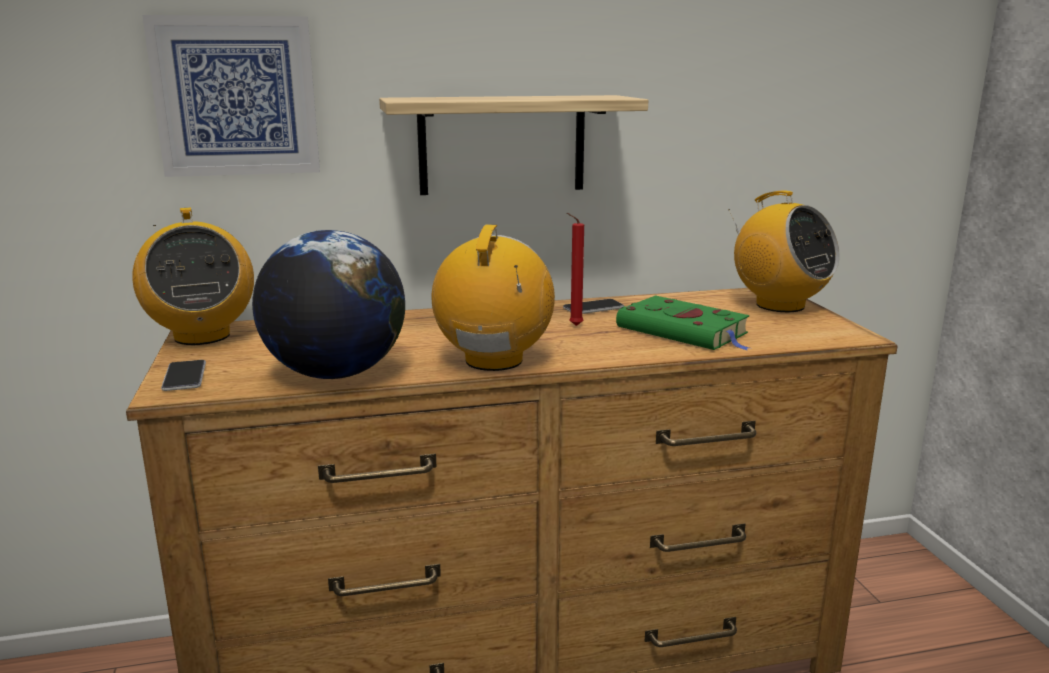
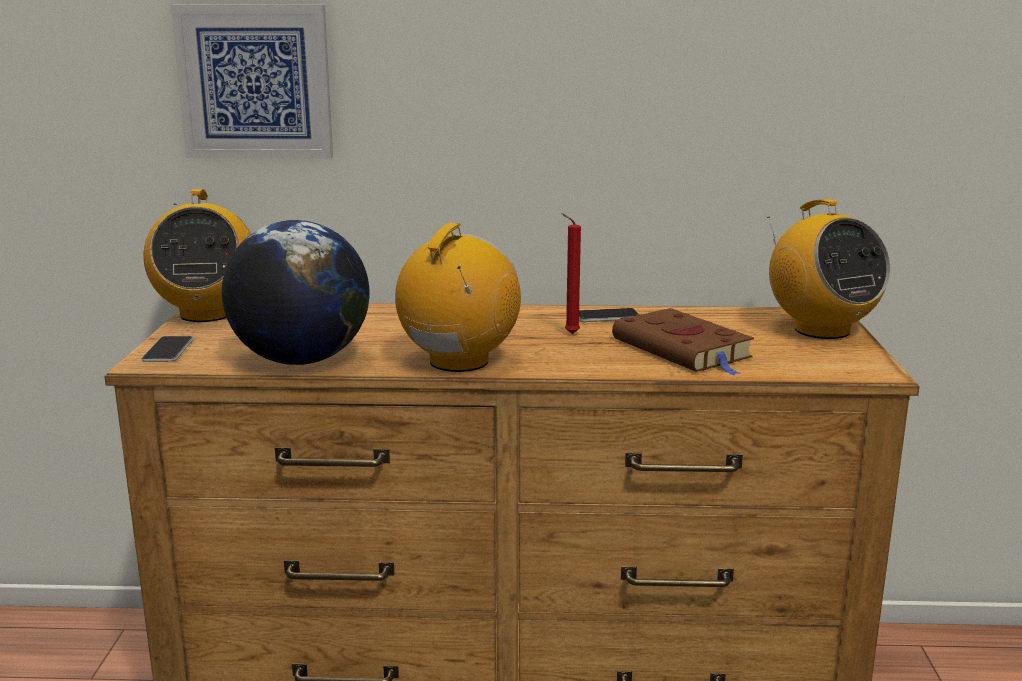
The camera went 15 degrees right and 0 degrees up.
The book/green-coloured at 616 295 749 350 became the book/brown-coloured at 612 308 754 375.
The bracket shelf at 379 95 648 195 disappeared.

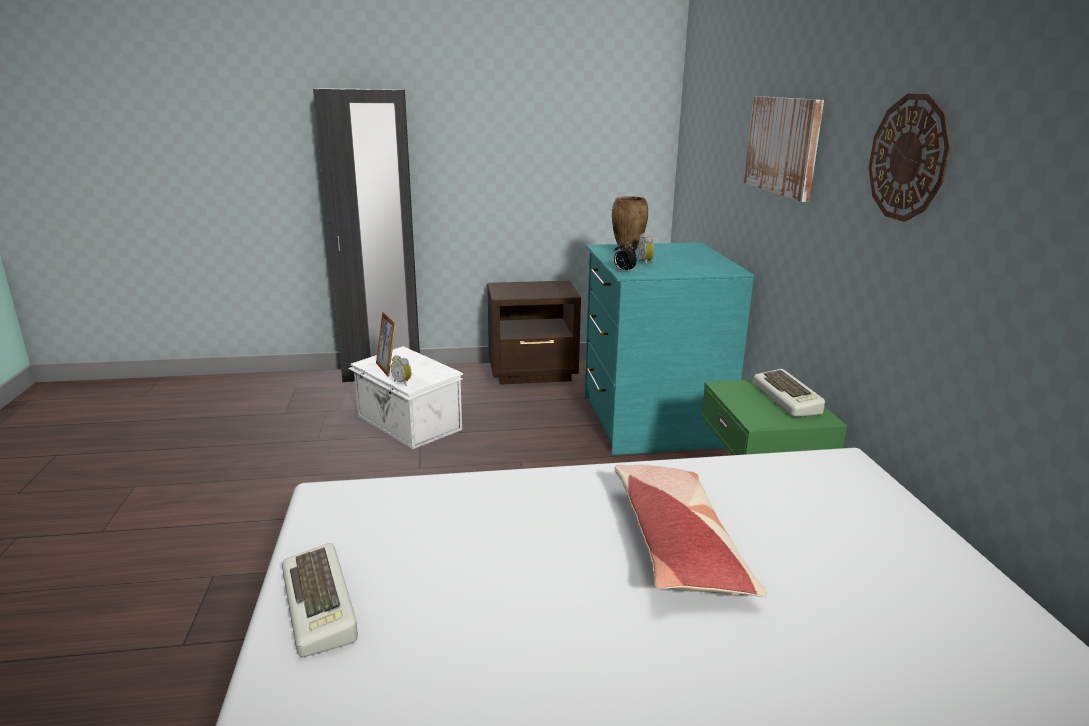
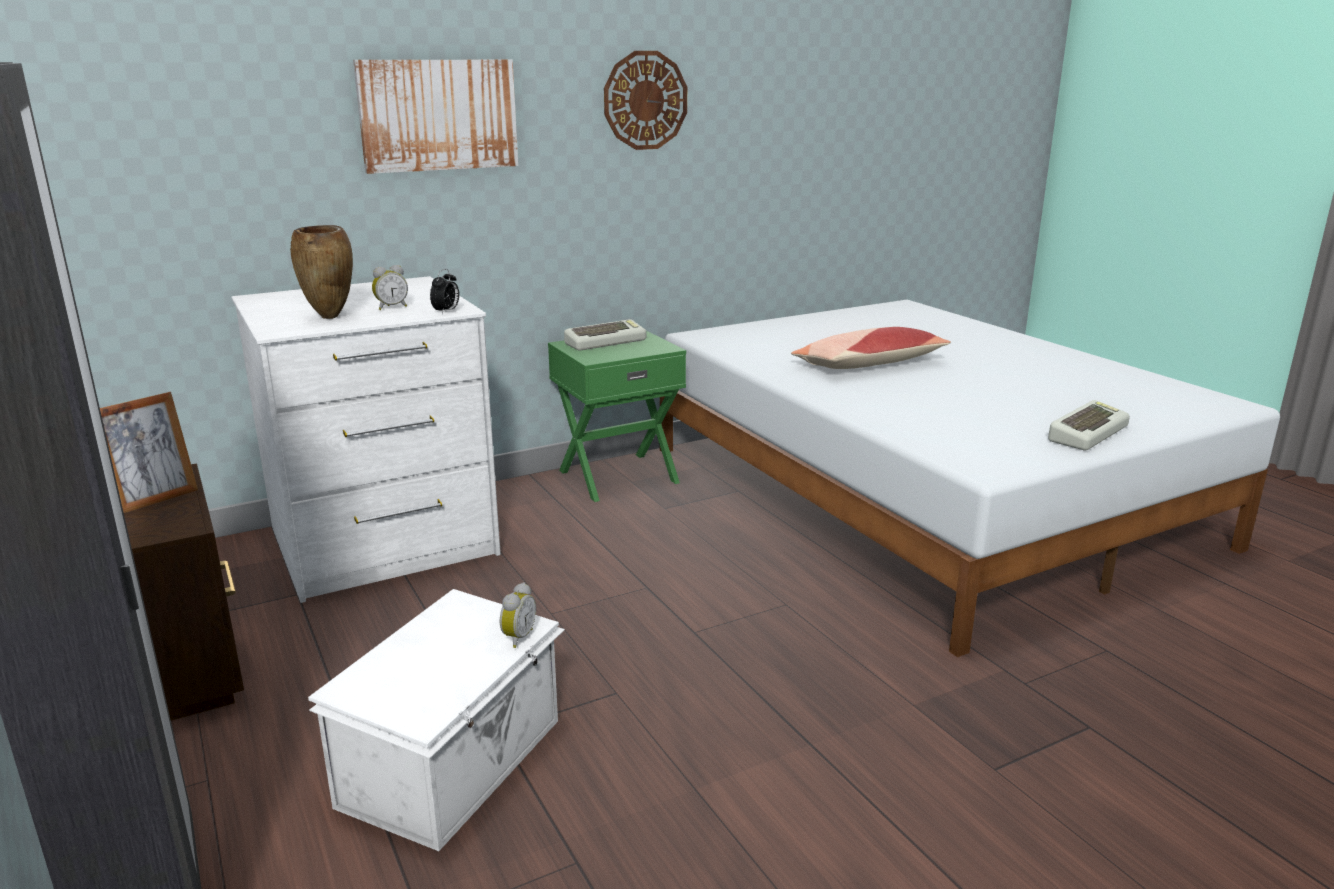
The camera went 110 degrees left and 0 degrees up.
The picture frame moved from 376 312 396 377 to 100 392 198 513.
The drawer chest/turquoise-coloured at 585 242 754 455 became the drawer chest/whitish at 231 276 501 603.

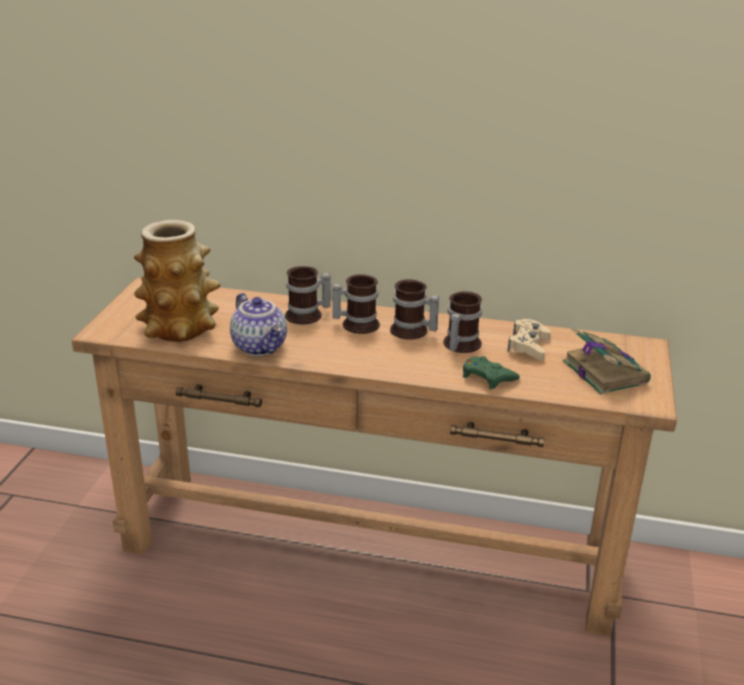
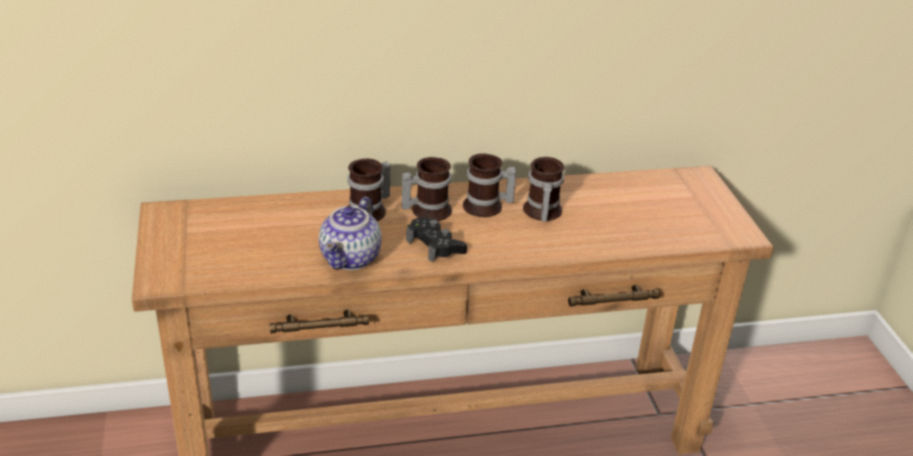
The camera went 25 degrees left and 5 degrees up.
The tea pot at 230 293 287 356 turned 75 degrees clockwise.
The game controller/blackish at 406 217 467 263 appeared.
The vase at 134 220 221 342 disappeared.
The game controller/green-coloured at 463 356 520 389 disappeared.
The game controller/beige at 507 319 551 361 disappeared.
The book at 563 328 651 395 disappeared.

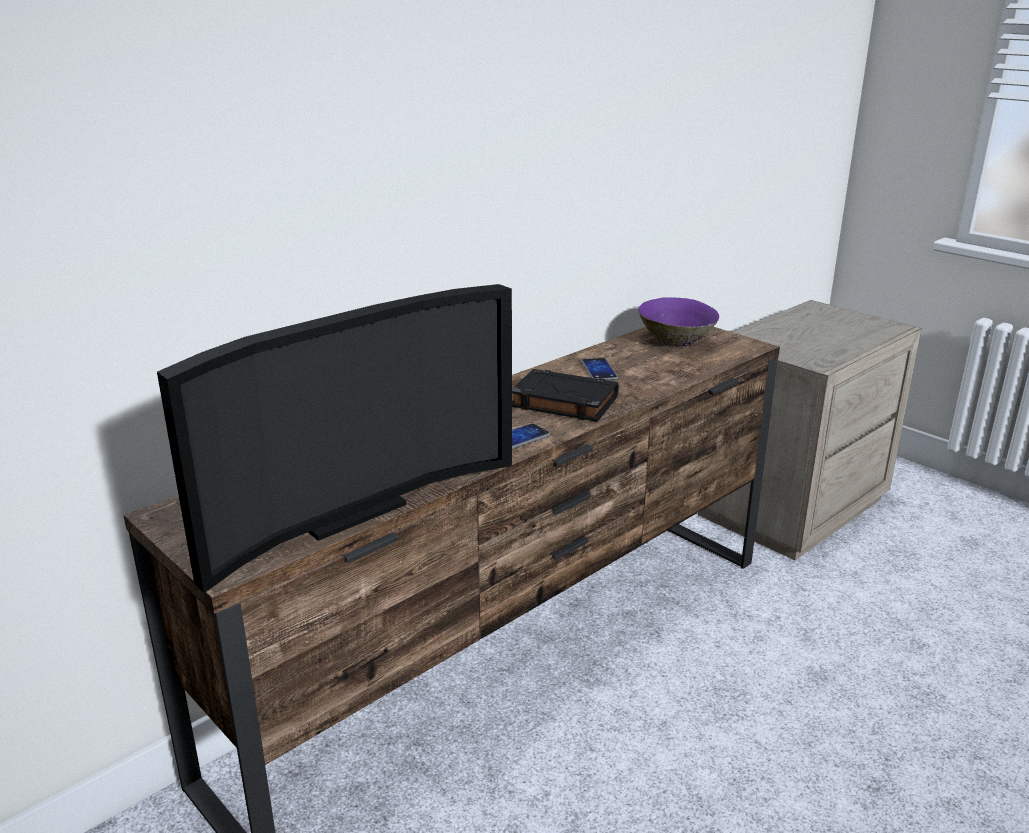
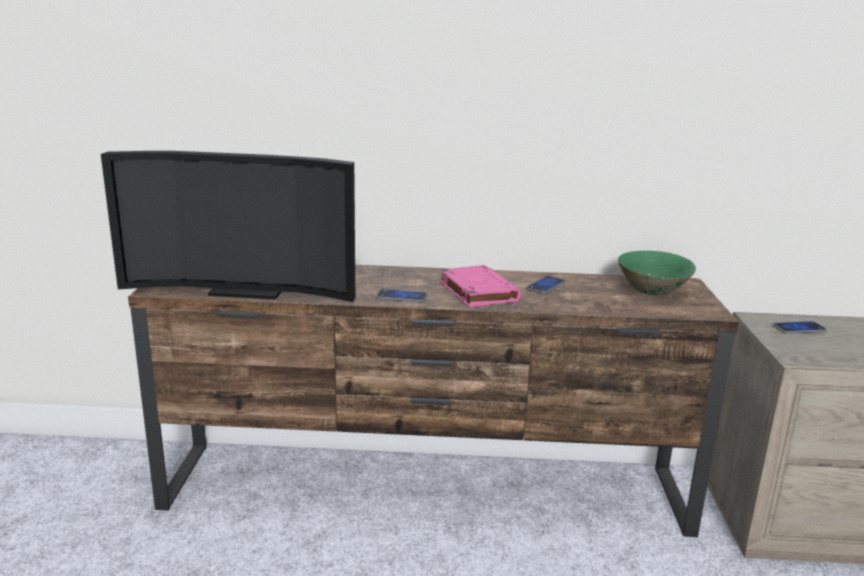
The camera went 45 degrees right and 5 degrees down.
The book/blackish at 512 369 619 422 became the book/pink at 440 265 521 307.
The serving bowl/purplish at 638 297 719 347 became the serving bowl/green-coloured at 618 251 696 296.
The phone at 773 321 827 334 appeared.

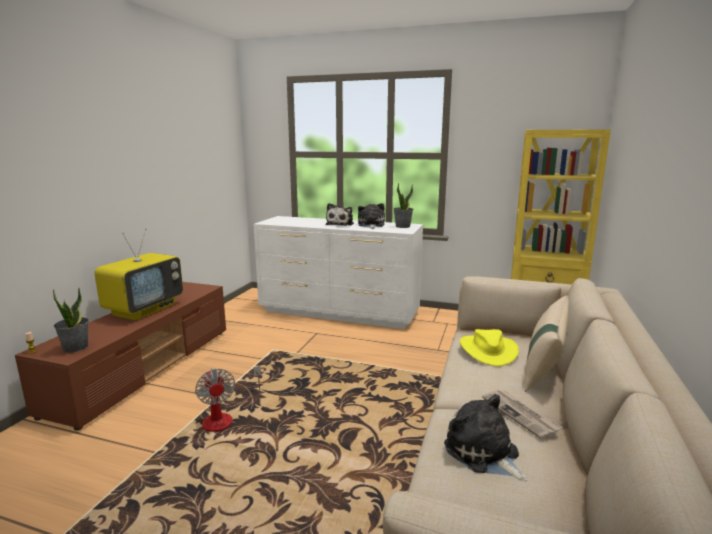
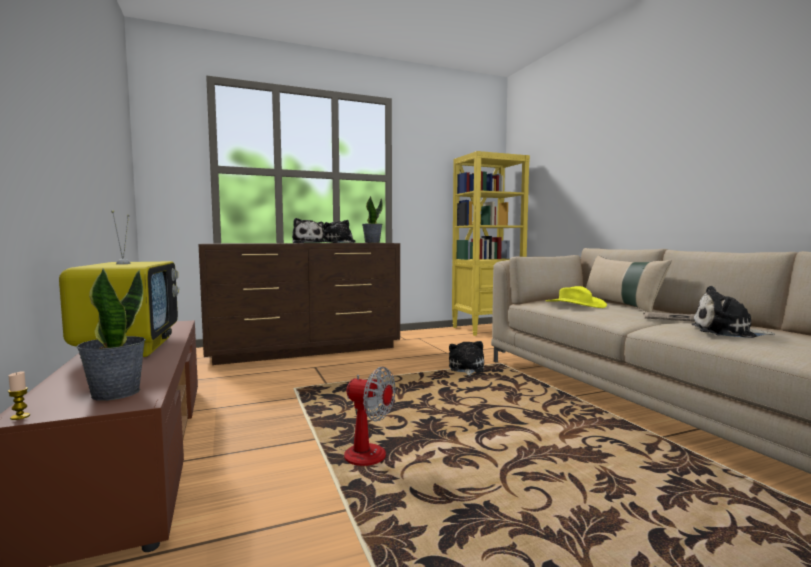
The camera went 40 degrees left and 10 degrees down.
The drawer chest/whitish at 254 216 423 329 became the drawer chest/brown-coloured at 199 243 400 365.
The cuddly toy at 449 341 484 376 appeared.

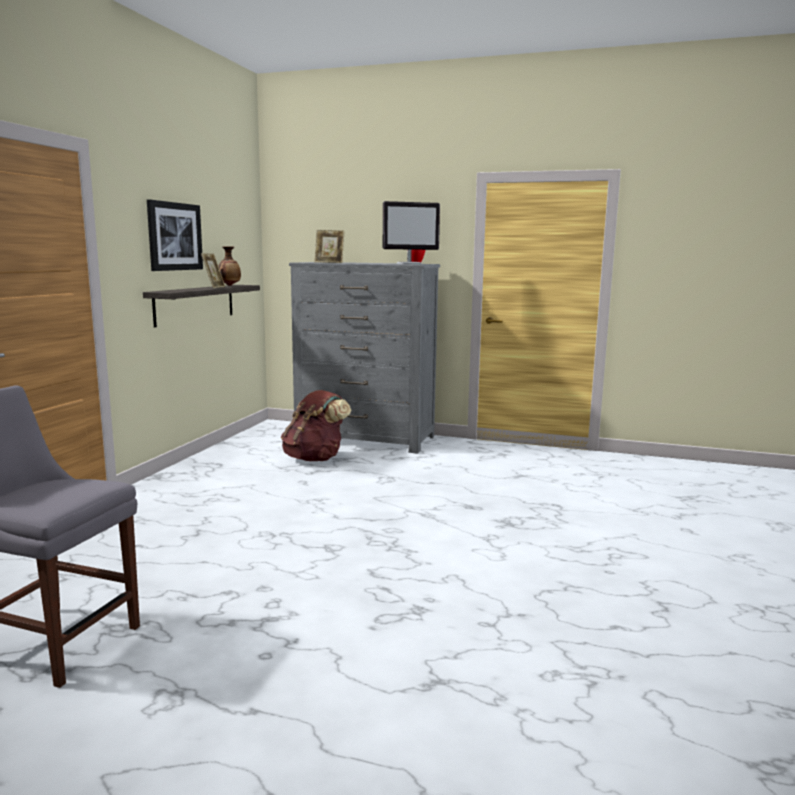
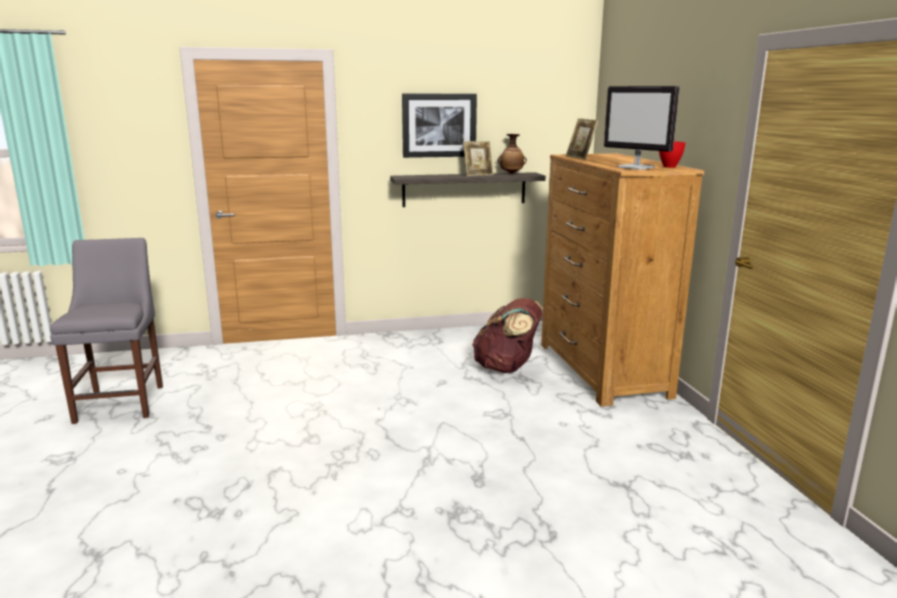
The camera went 60 degrees right and 5 degrees up.
The drawer chest/gray at 289 262 440 454 became the drawer chest/brown-coloured at 541 153 704 407.

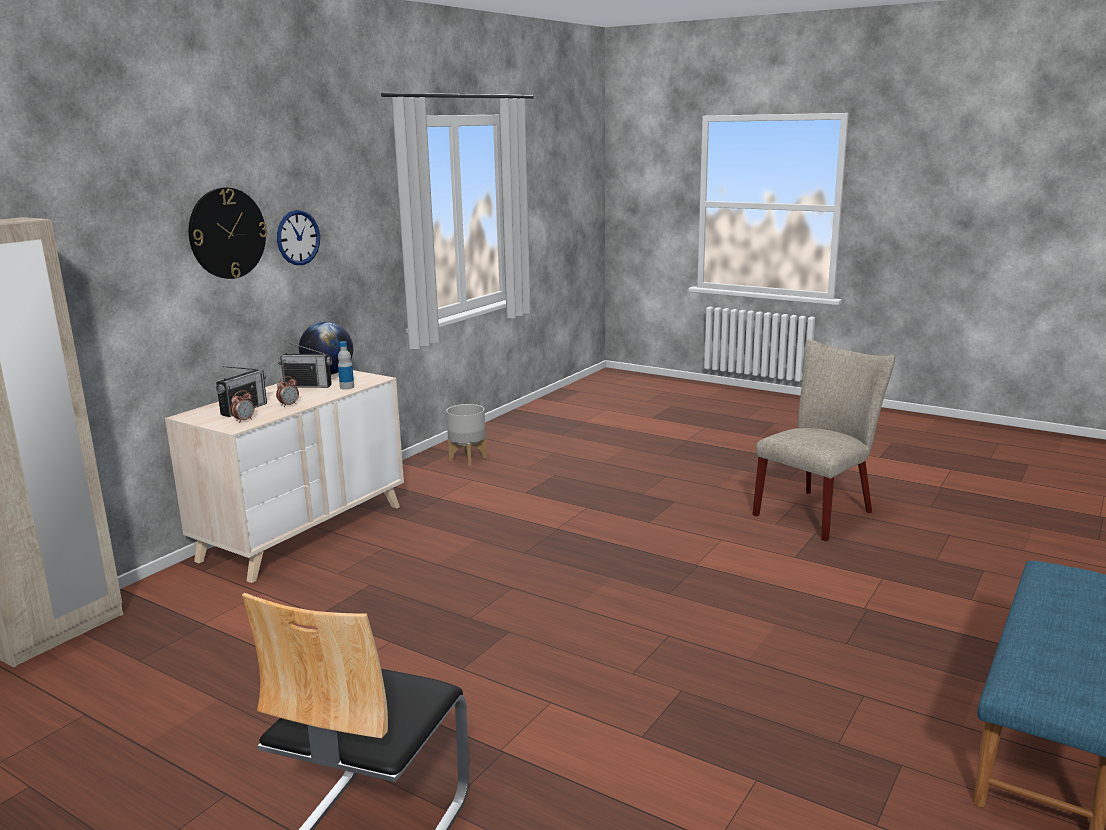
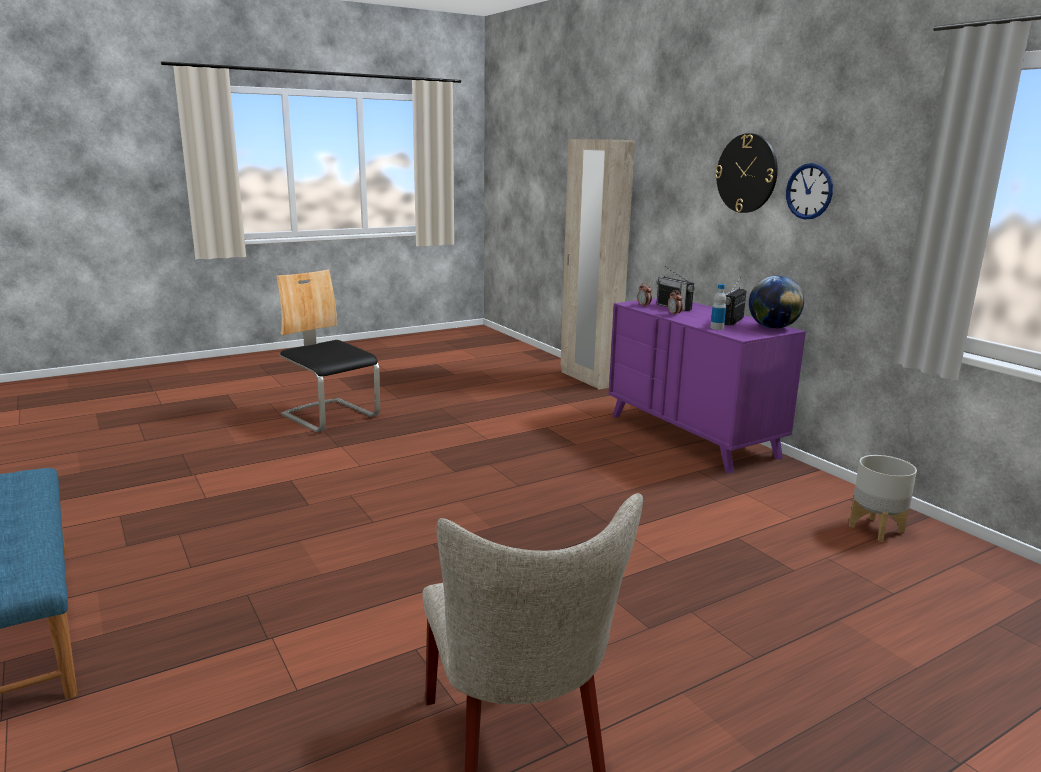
The camera went 115 degrees right and 0 degrees up.
The drawer chest/beige at 165 370 404 583 became the drawer chest/purplish at 609 298 806 474.

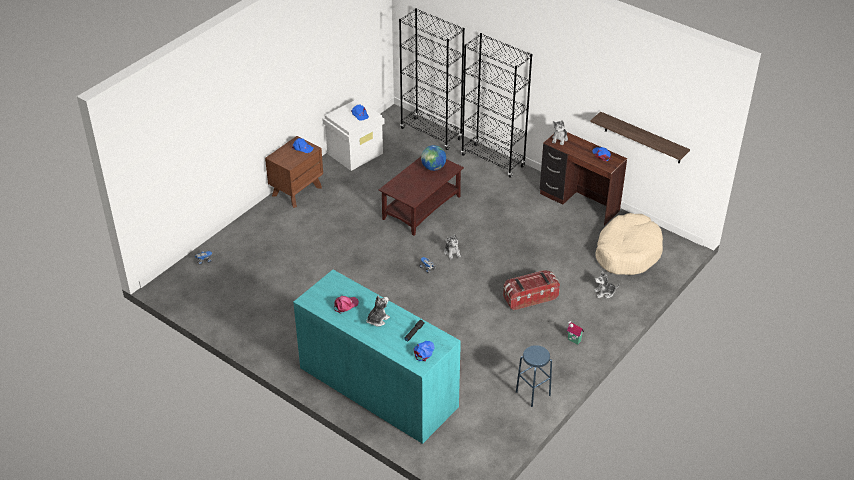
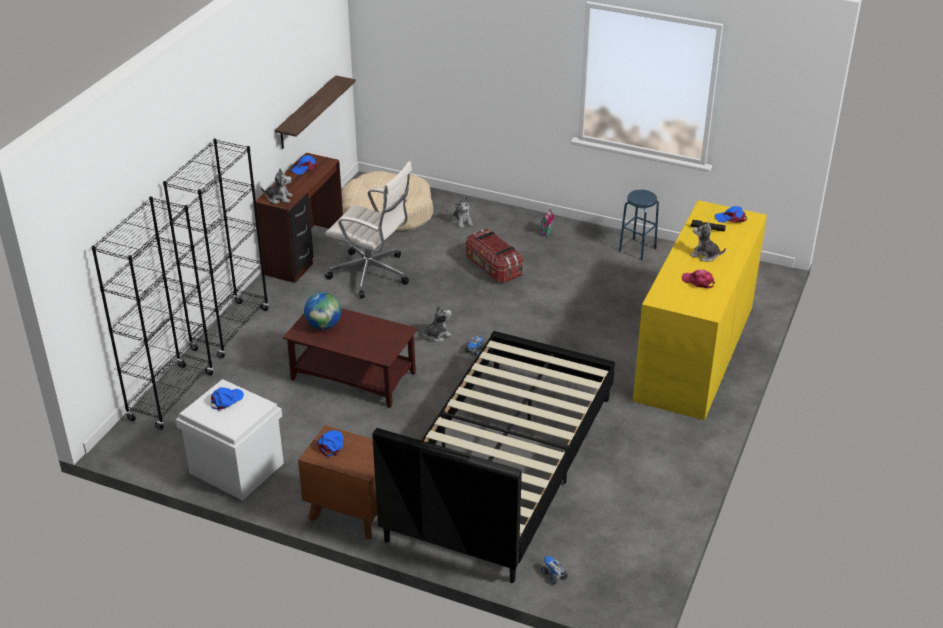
The camera went 105 degrees left and 5 degrees down.
The office chair/whitish at 325 161 412 298 appeared.
The bedroom bed/blackish at 372 331 615 583 appeared.
The drawer chest/turquoise-coloured at 293 270 461 444 became the drawer chest/yellow-coloured at 633 200 767 420.

